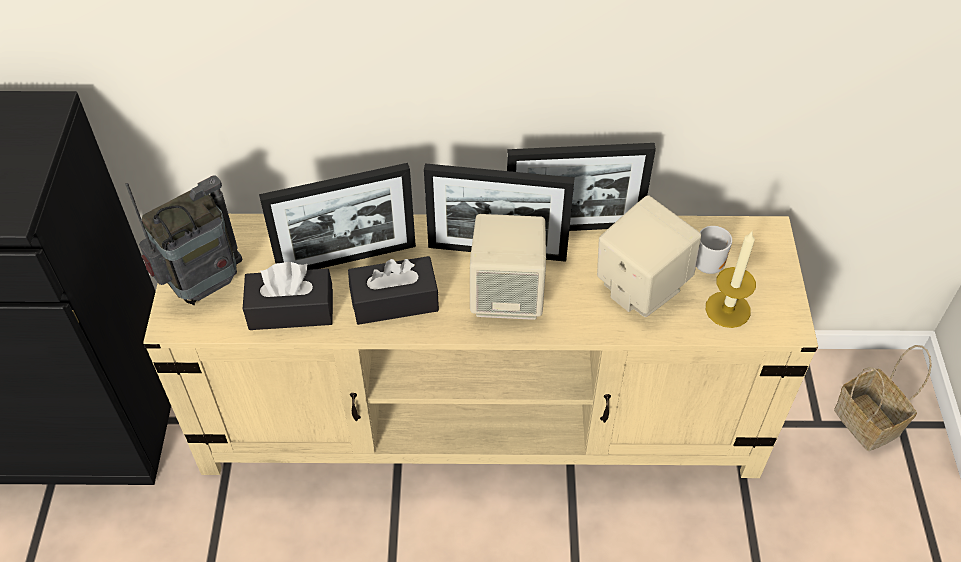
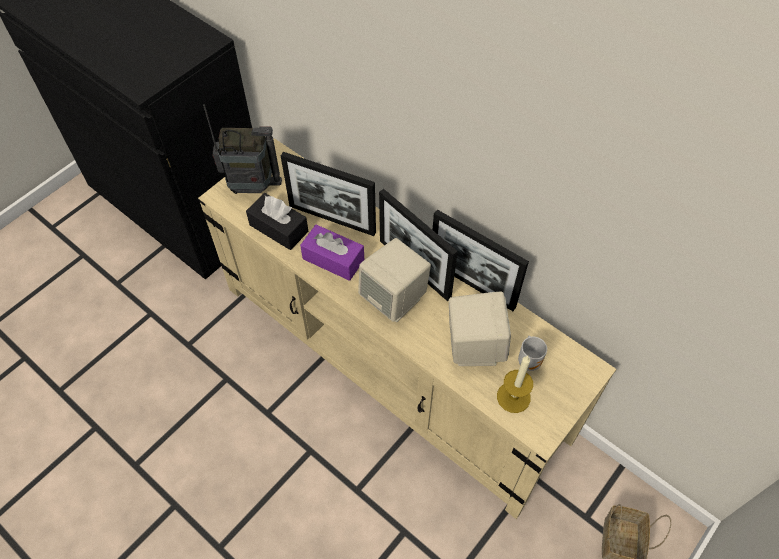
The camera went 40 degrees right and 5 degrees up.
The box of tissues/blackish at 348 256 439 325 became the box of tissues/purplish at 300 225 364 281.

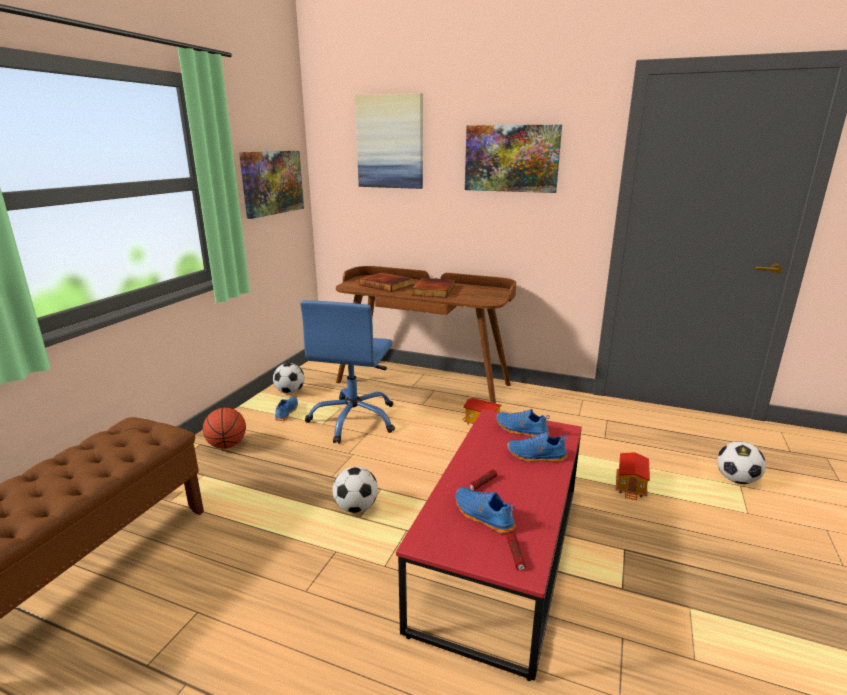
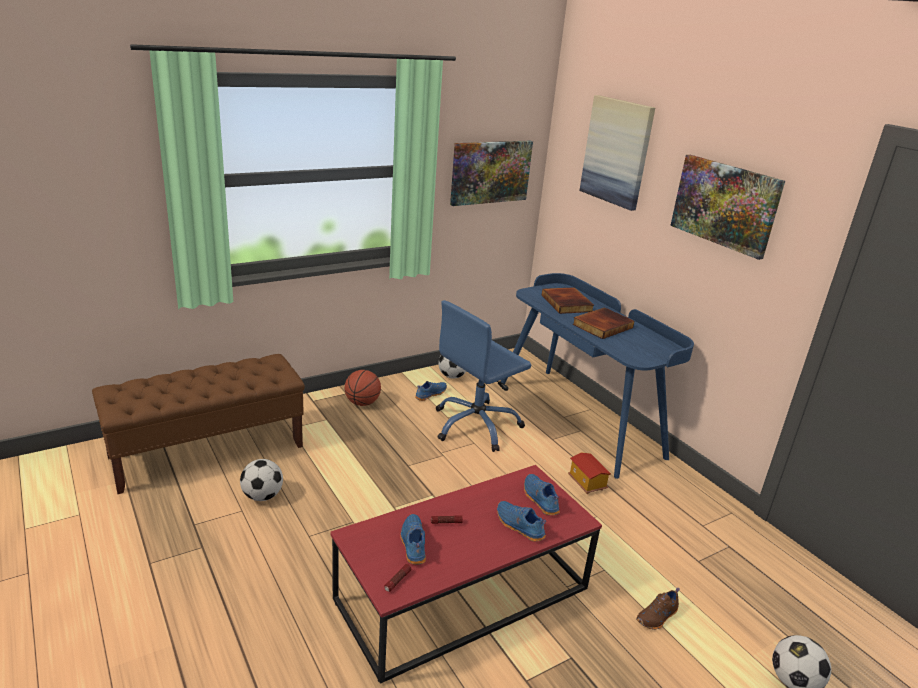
The camera went 35 degrees right and 5 degrees up.
The football ball moved from 333 466 378 513 to 240 459 283 501.
The desk unit/brown-coloured at 336 266 516 403 became the desk unit/bluish at 501 273 694 479.
The toy house at 616 452 650 501 was replaced by the low shoe/brown-coloured at 636 587 680 630.

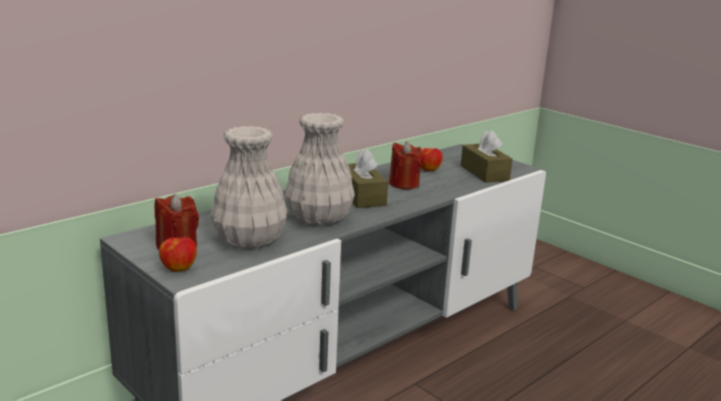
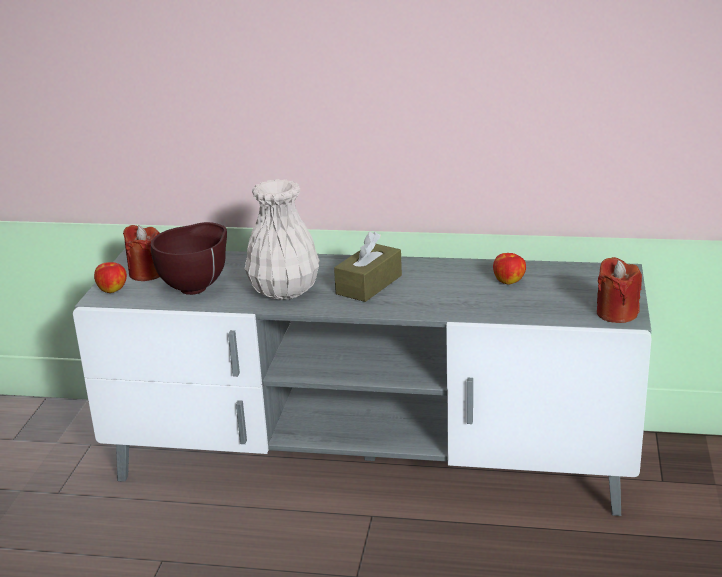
The camera went 55 degrees right and 5 degrees up.
The vase/whitish at 211 126 287 249 was replaced by the serving bowl/brown-coloured at 151 222 227 295.
The wax candle/reddish moved from 389 141 422 189 to 597 257 642 323.
The box of tissues/brown-coloured at 461 130 513 183 disappeared.

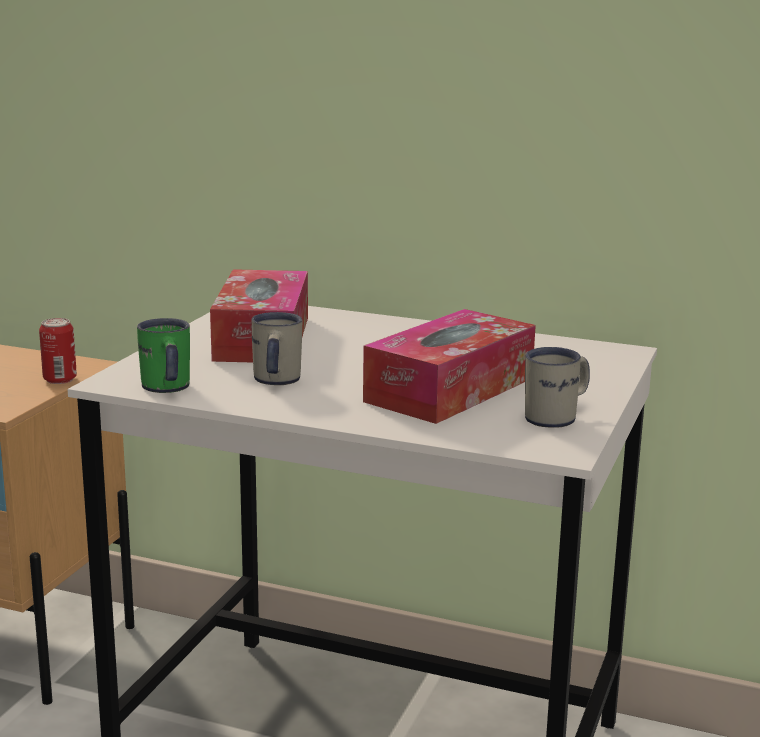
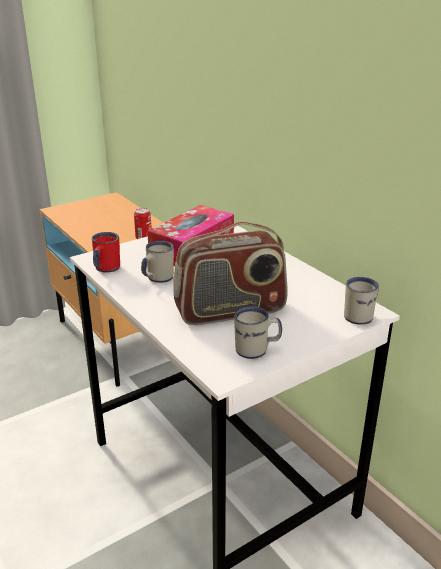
The camera went 35 degrees right and 10 degrees up.
The coffee mug/green-coloured at 137 318 190 393 became the coffee mug/reddish at 92 232 120 273.
The box of tissues at 363 309 536 424 was replaced by the radio set at 173 222 288 325.
The coffee mug/whitish at 344 277 378 324 appeared.

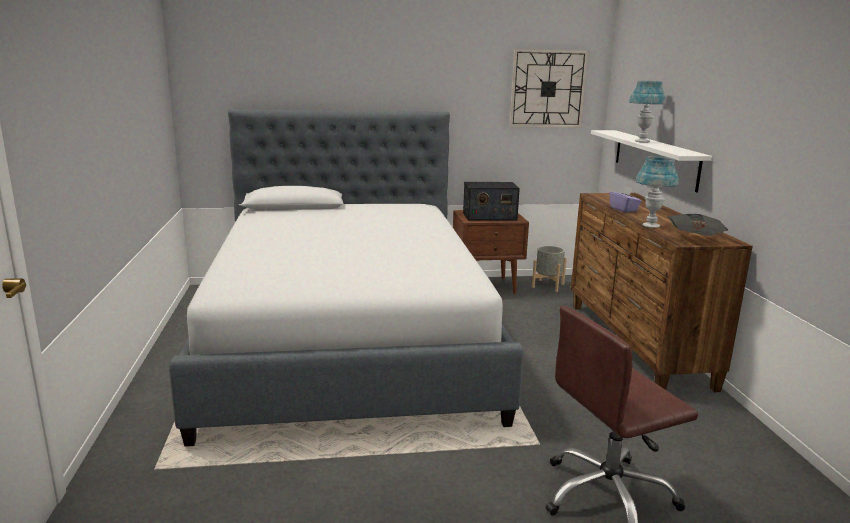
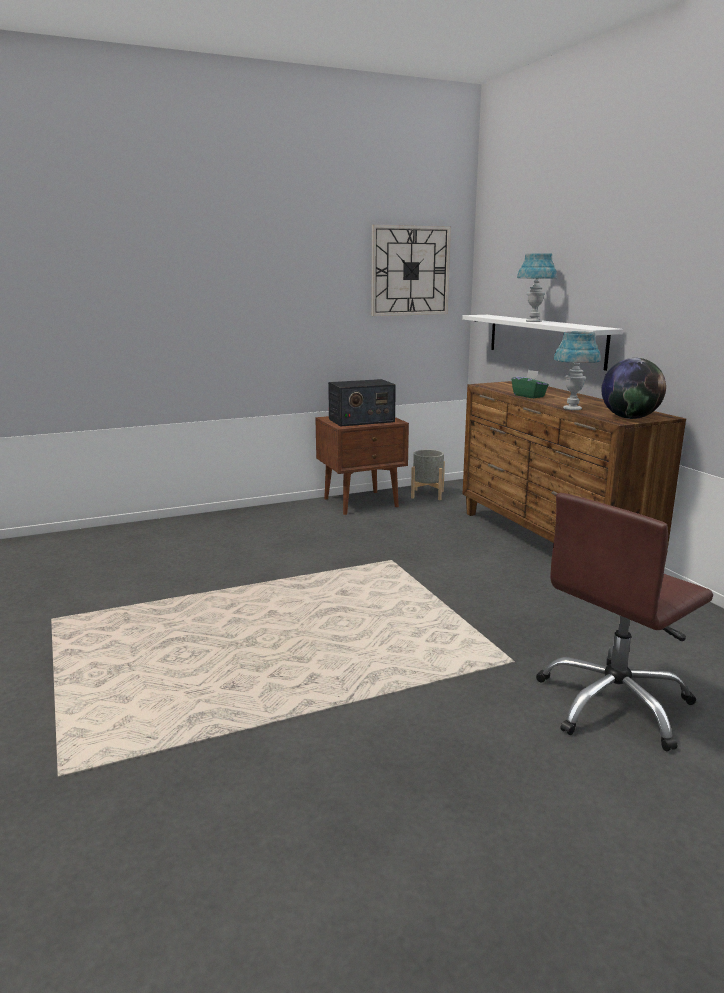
The camera went 15 degrees left and 0 degrees up.
The box of tissues/purplish at 609 186 642 212 became the box of tissues/green-coloured at 511 370 549 398.
The printed paper at 667 214 728 236 was replaced by the desk globe at 601 358 666 419.
The bedroom bed at 169 109 524 446 disappeared.

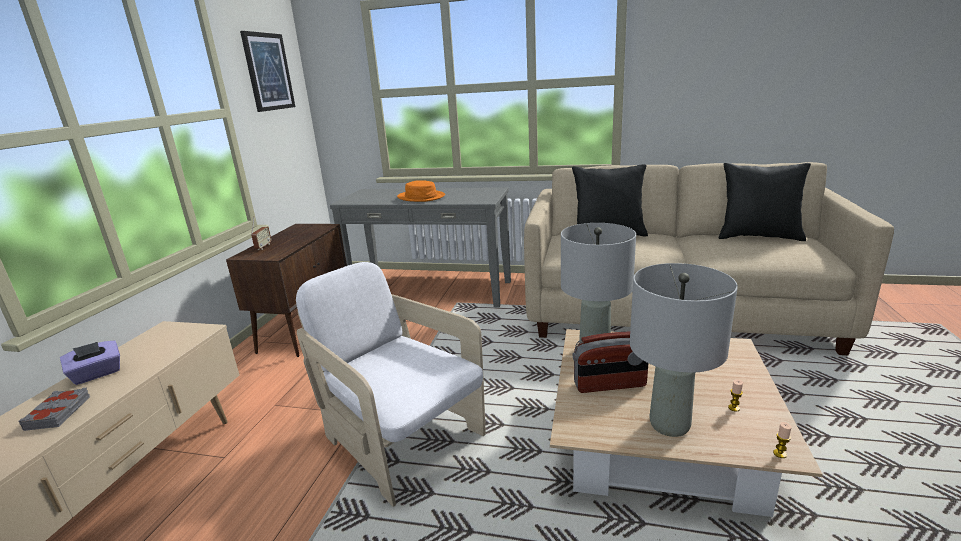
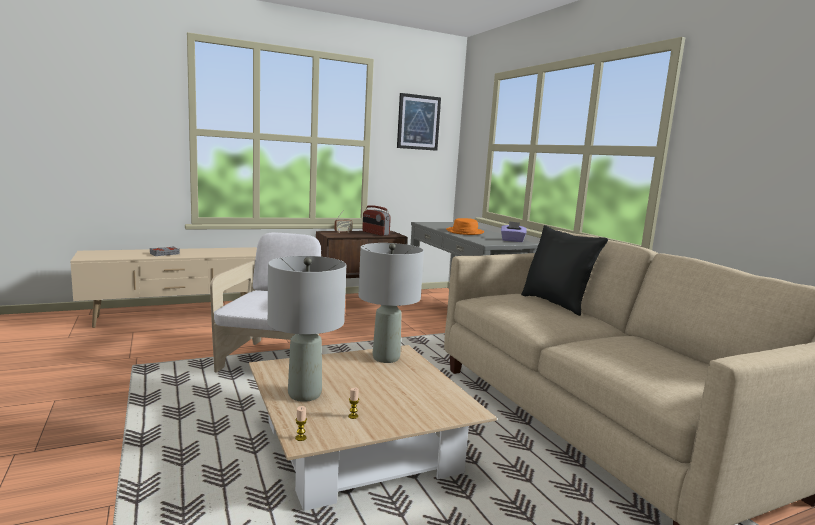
The camera went 50 degrees right and 10 degrees down.
The radio set moved from 573 332 648 393 to 362 206 391 236.
The box of tissues/purplish moved from 60 341 120 385 to 501 221 527 242.
The throw pillow/blackish at 718 163 811 241 disappeared.

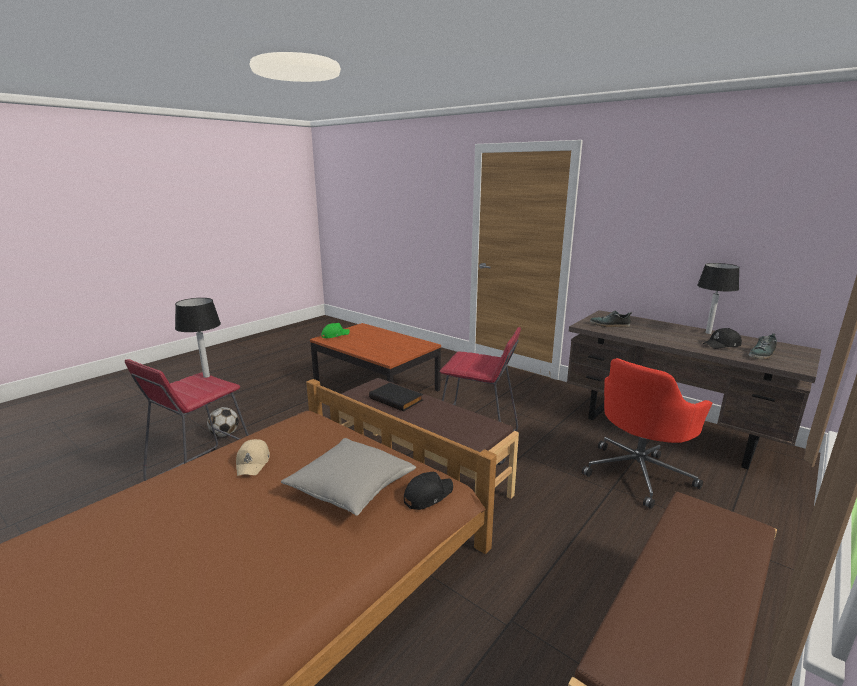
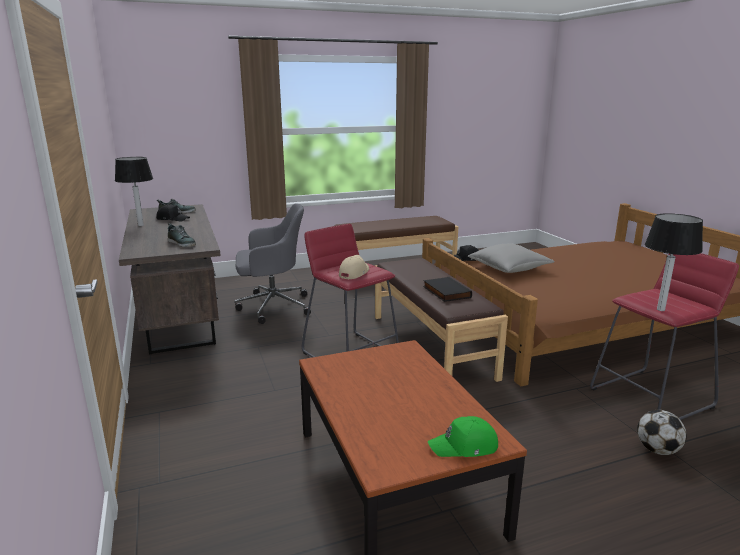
The camera went 150 degrees left and 0 degrees up.
The office chair/reddish at 582 358 712 509 became the office chair/gray at 234 204 311 324.
The peaked cap/beige moved from 236 439 270 476 to 339 255 369 279.

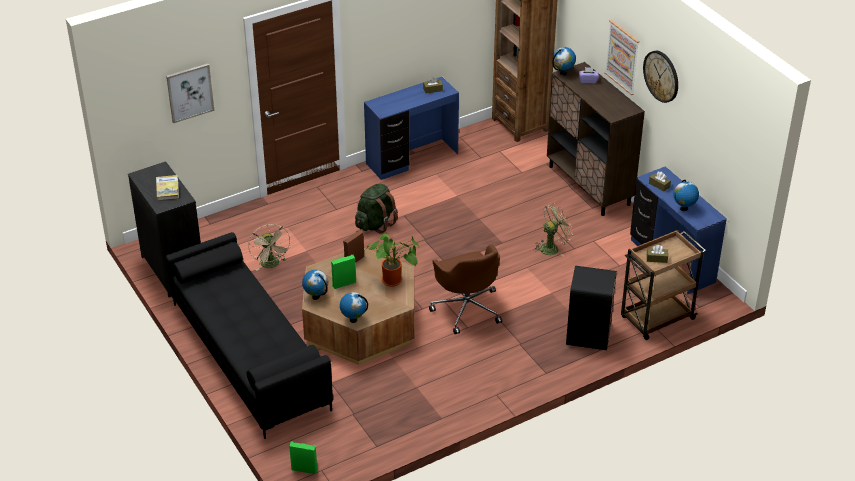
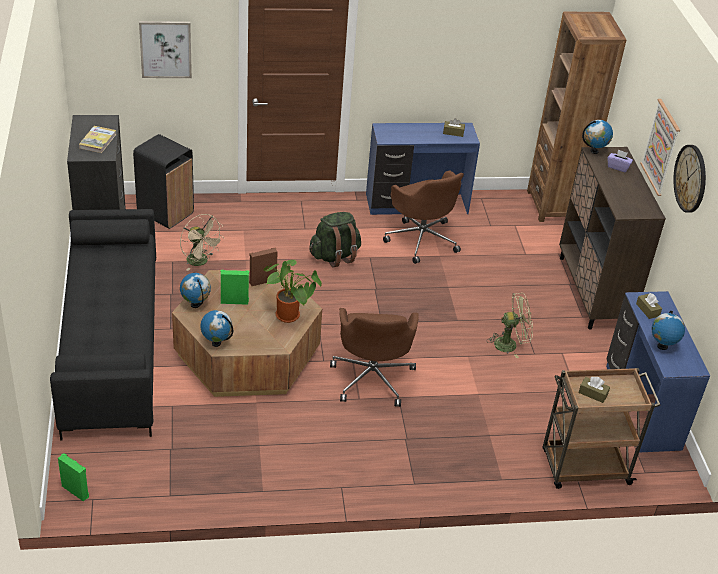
The camera went 20 degrees right and 0 degrees up.
The trash can/blackish moved from 566 266 617 350 to 133 134 194 229.
The fan/beige at 248 224 290 271 turned 45 degrees counterclockwise.
The office chair/brown-coloured at 383 171 464 264 appeared.

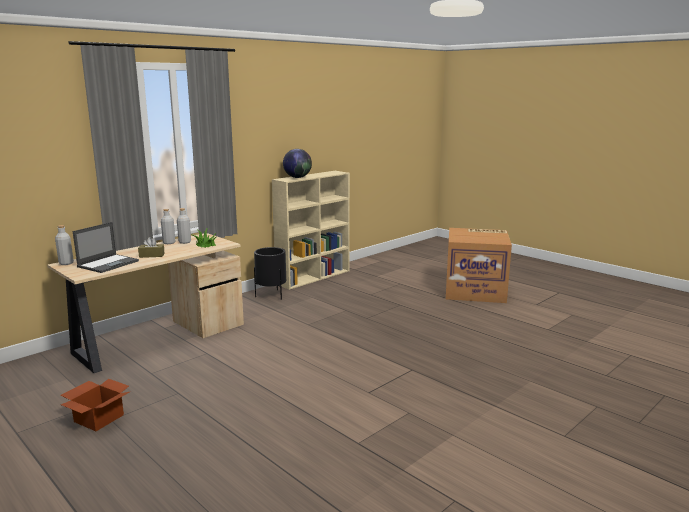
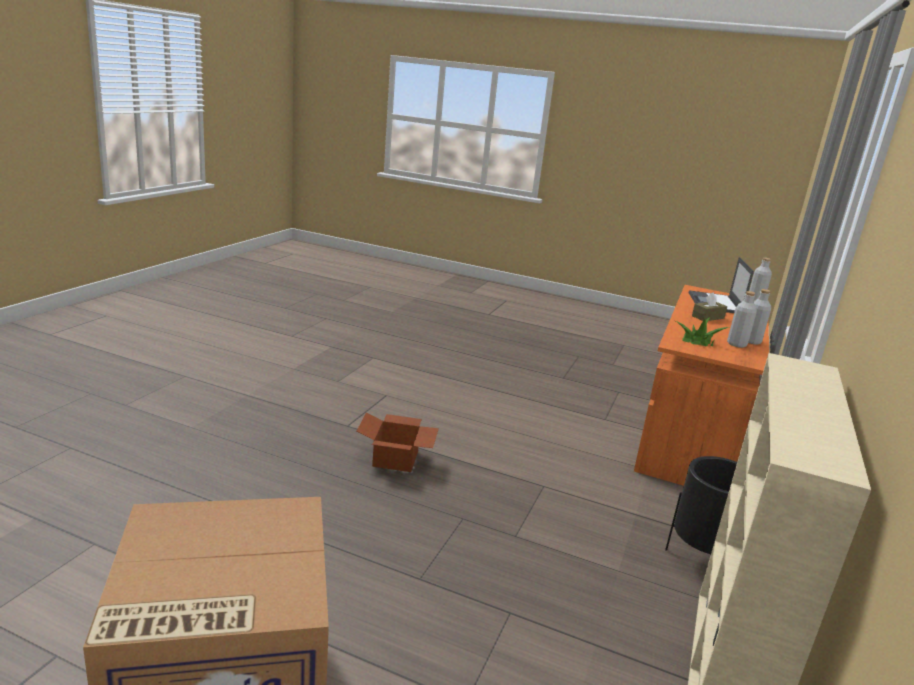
The camera went 155 degrees right and 5 degrees up.
The carton moved from 60 379 129 431 to 357 412 439 472.
The desk unit/beige at 47 233 244 373 became the desk unit/orangey at 634 285 769 486.
The desk globe at 283 149 312 178 disappeared.

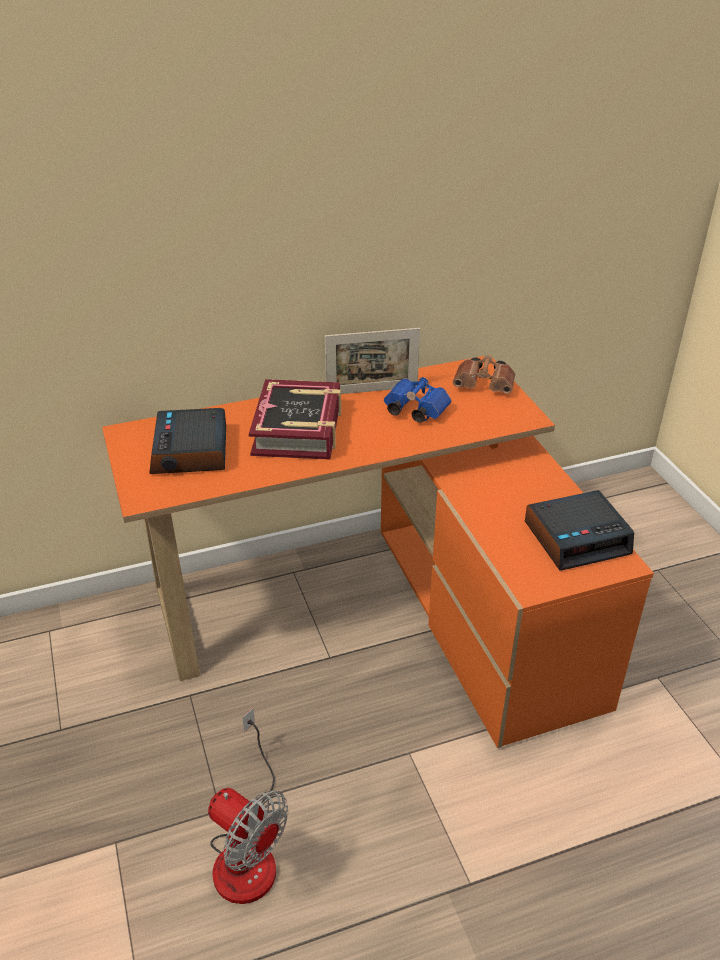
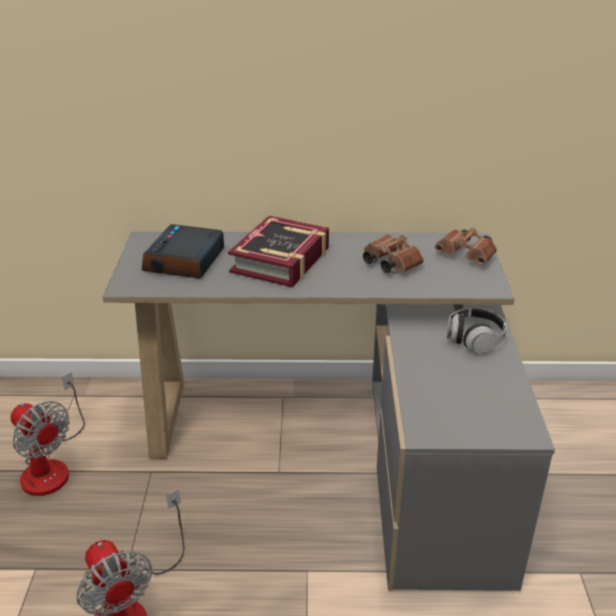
The camera went 20 degrees right and 5 degrees down.
The fan at 11 372 85 496 appeared.
The desk unit/orangey at 102 355 654 748 became the desk unit/gray at 103 232 555 591.
The pair of binoculars/bluish at 384 377 451 423 became the pair of binoculars/brown-coloured at 363 234 424 274.
The headset at 447 308 507 353 appeared.
The picture frame at 325 328 420 394 disappeared.
The alarm clock at 525 490 634 571 disappeared.

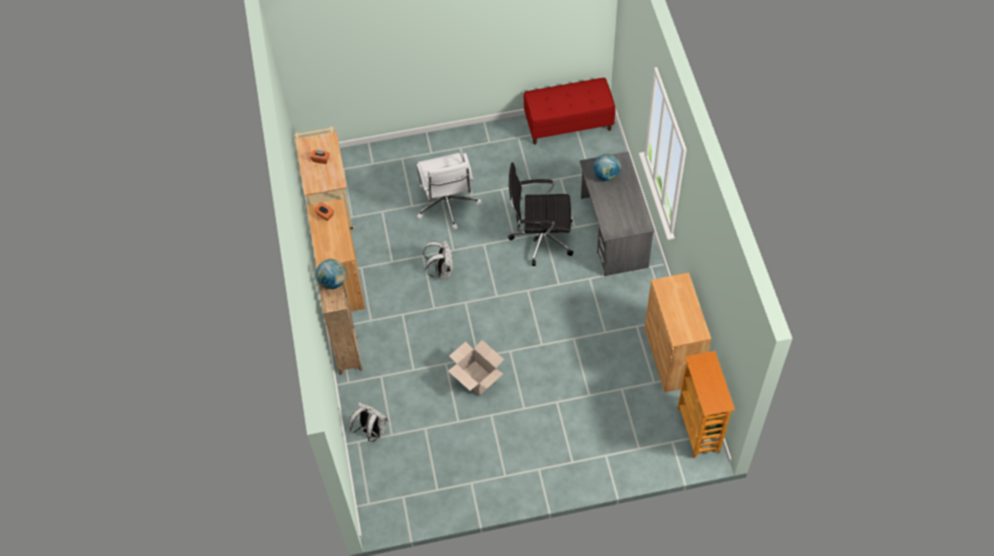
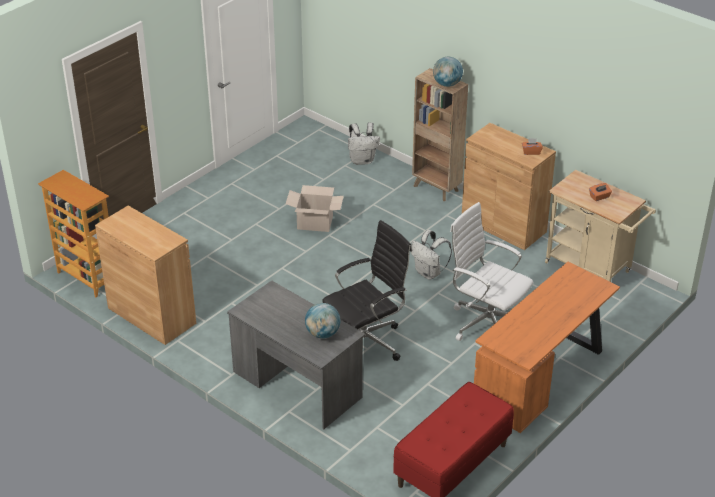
The camera went 140 degrees right and 20 degrees down.
The desk unit/orangey at 474 262 620 433 appeared.

